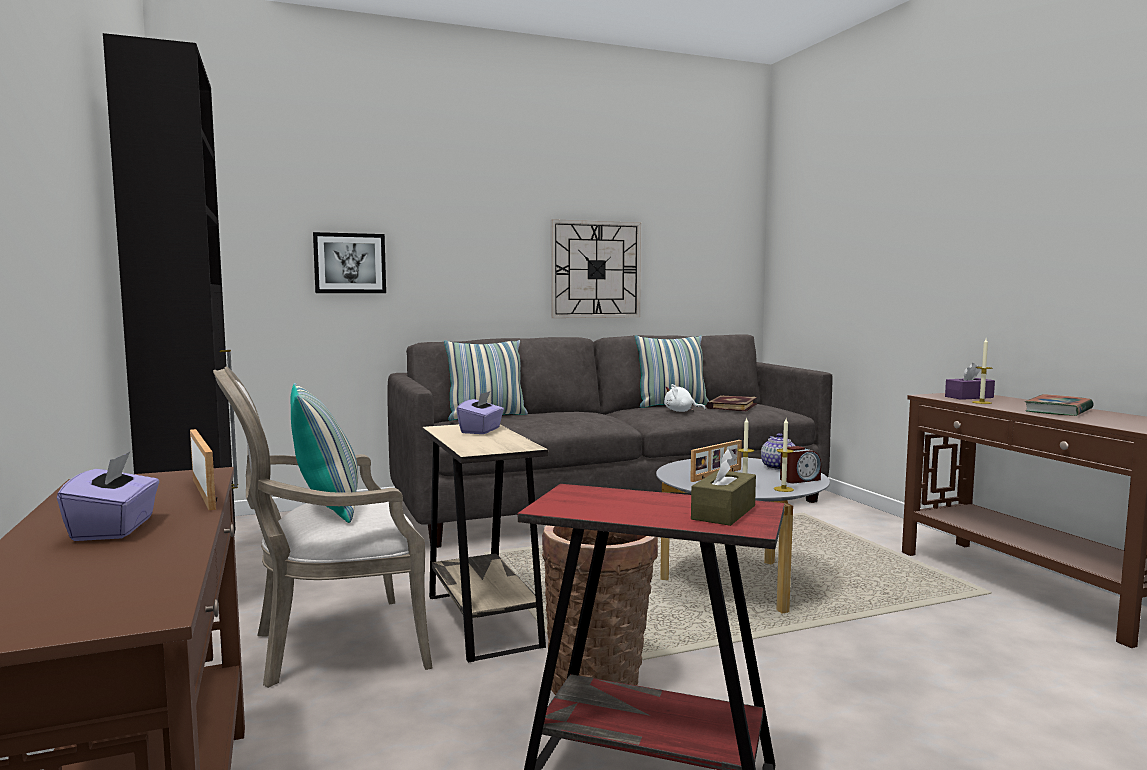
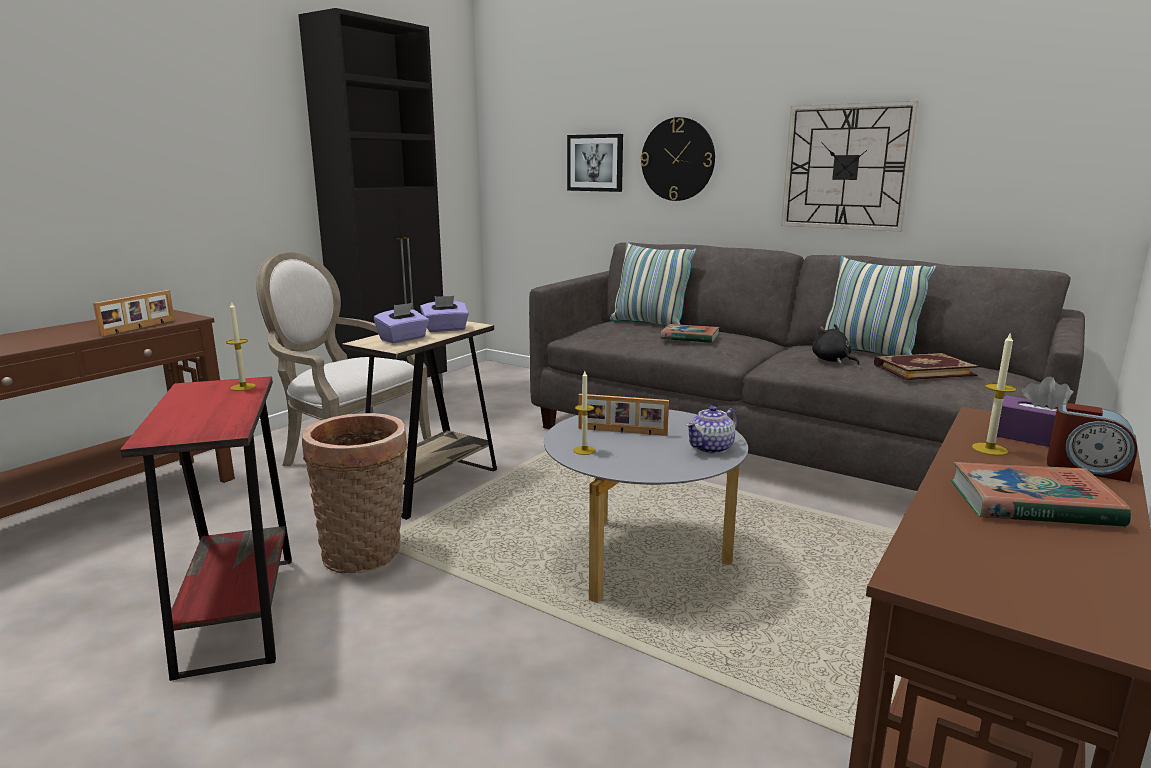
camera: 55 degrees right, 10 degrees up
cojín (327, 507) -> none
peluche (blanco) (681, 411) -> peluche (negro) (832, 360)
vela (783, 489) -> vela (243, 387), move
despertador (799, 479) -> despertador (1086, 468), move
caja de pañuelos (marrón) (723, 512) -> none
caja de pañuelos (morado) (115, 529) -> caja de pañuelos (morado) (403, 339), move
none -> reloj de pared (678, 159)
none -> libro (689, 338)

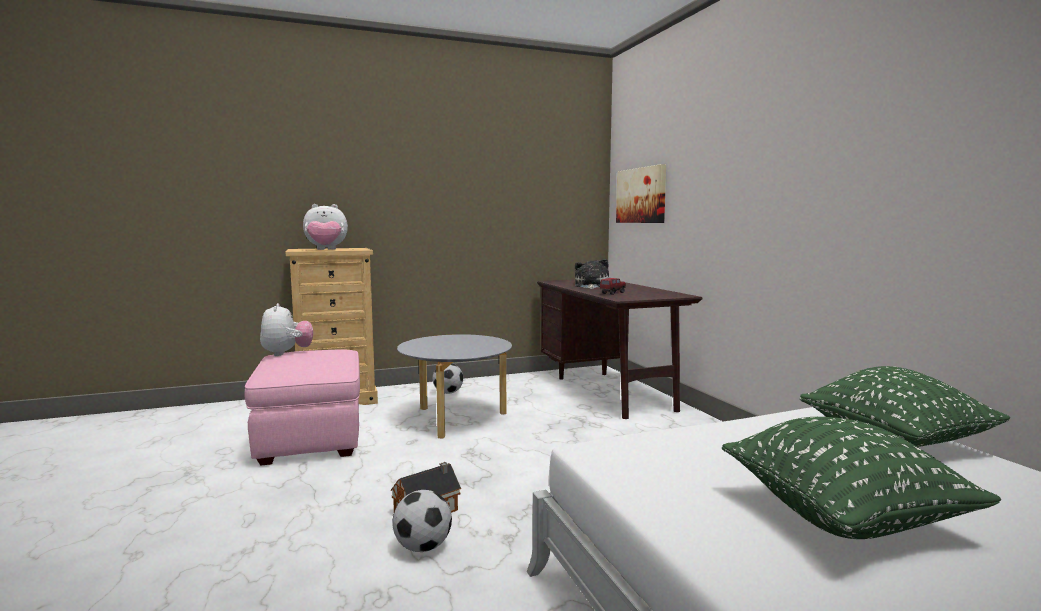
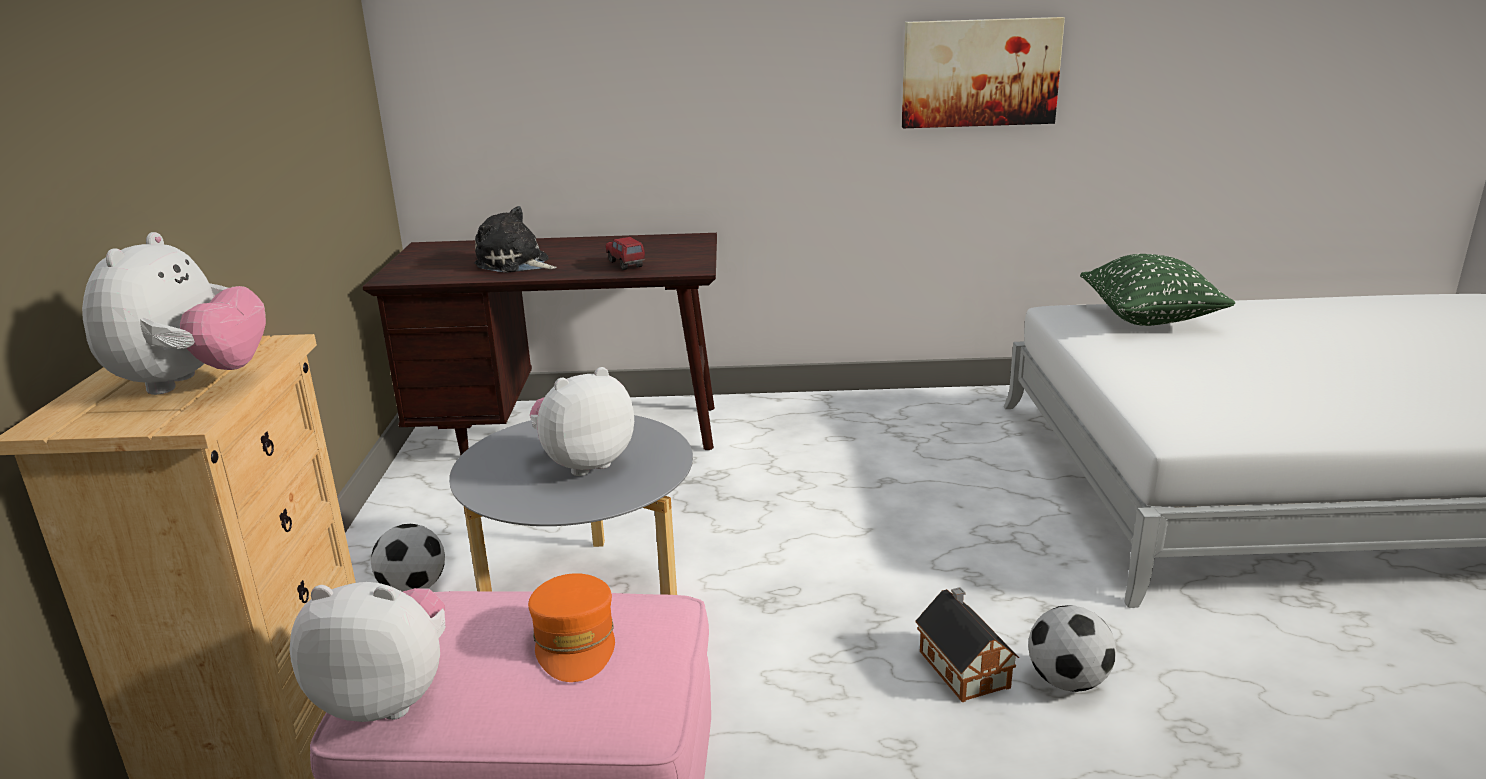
camera: 70 degrees left, 15 degrees up
cuadro (641, 195) -> cuadro (980, 73), move
cojín (verde) (842, 517) -> none
none -> peluche (584, 463)
none -> gorra (naranja) (575, 641)

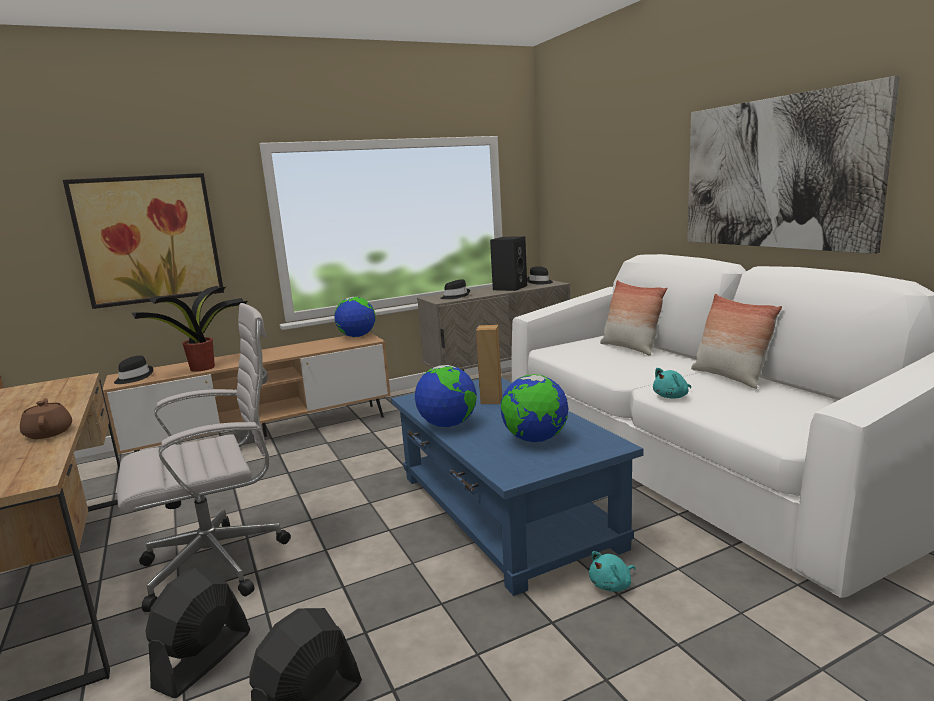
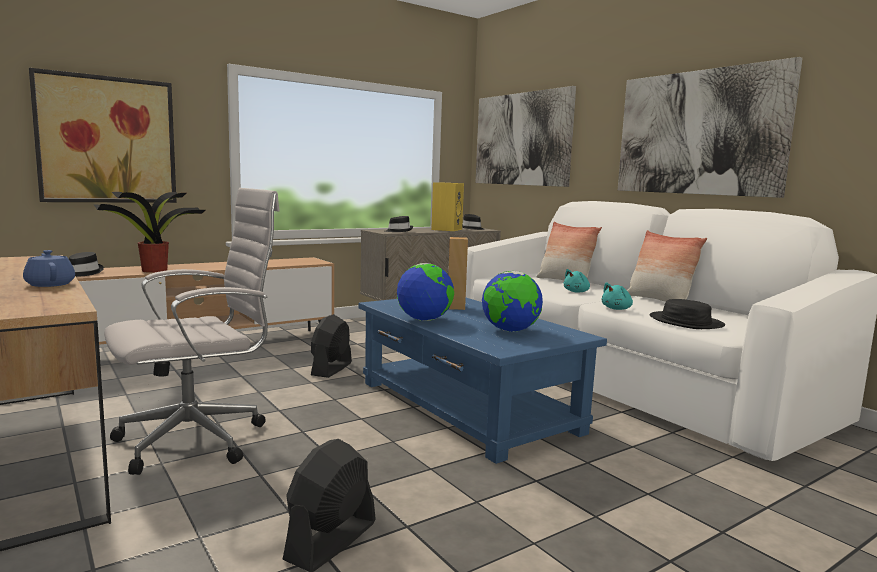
camera: 10 degrees left, 5 degrees down
altavoz (negro) (509, 287) -> altavoz (amarillo) (446, 229)
globo terráqueo (357, 336) -> none
tetera (marrón) (49, 433) -> tetera (azul) (50, 284)
peluche (turquesa) (612, 585) -> peluche (turquesa) (577, 292), move
ventilador (negro) (203, 659) -> ventilador (negro) (331, 369), move
none -> cuadro (522, 139)
none -> sombrero (negro) (685, 322)

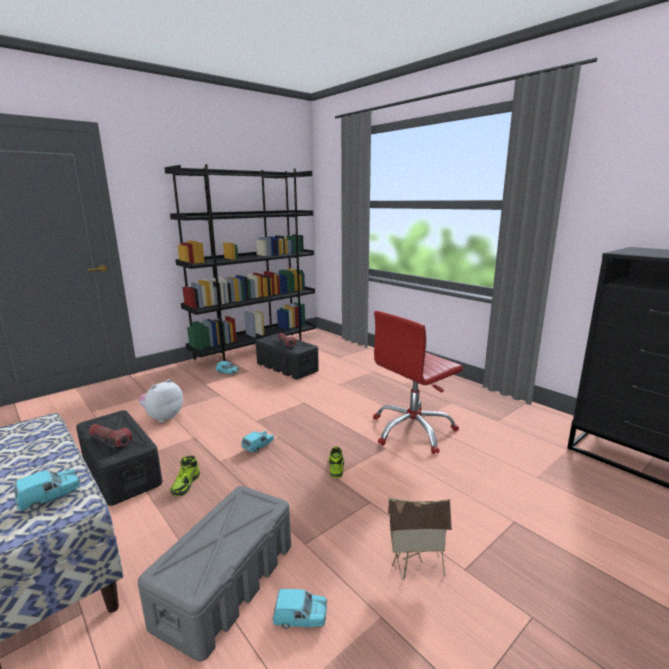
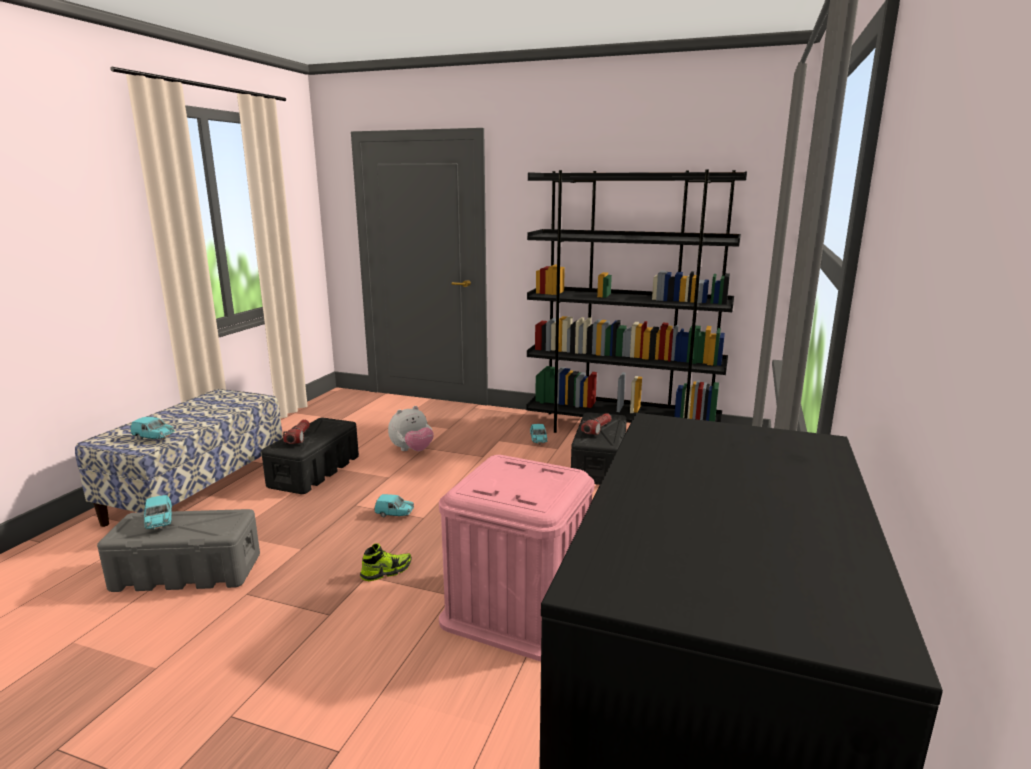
camera: 60 degrees right, 0 degrees up
silla de oficina (rojo) (413, 430) -> caja de almacenaje (rosa) (518, 606)
peluche (163, 417) -> peluche (412, 450), 135 degrees clockwise
zapato (185, 484) -> none
casita (416, 569) -> none
coche de juguete (turquesa) (300, 618) -> coche de juguete (turquesa) (159, 522), move

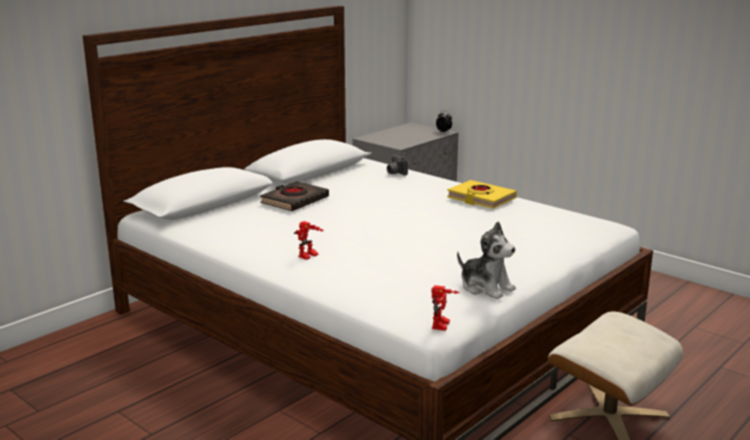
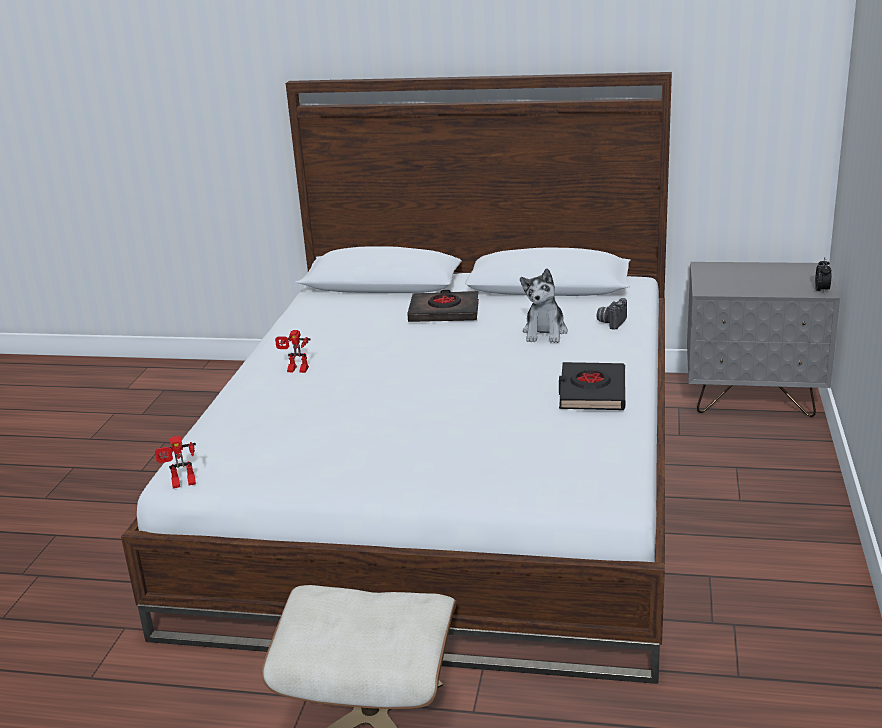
camera: 60 degrees right, 5 degrees up
libro (amarillo) (481, 199) -> libro (negro) (592, 392)
peluche (486, 287) -> peluche (545, 332), move

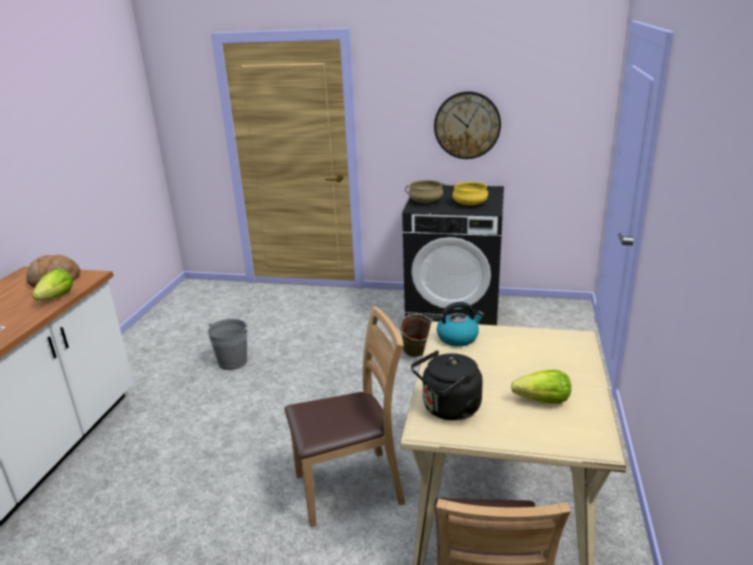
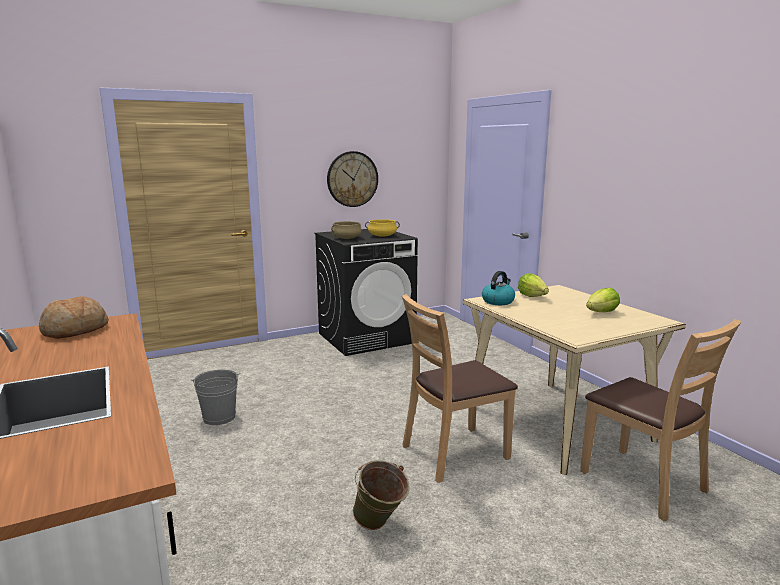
camera: 40 degrees left, 10 degrees down
lechuga (57, 297) -> lechuga (532, 296), move
silla (marrón) (350, 487) -> silla (marrón) (454, 453), 150 degrees counterclockwise
cubo (verde) (416, 356) -> cubo (verde) (380, 526), move
hervidor (negro) (448, 409) -> none

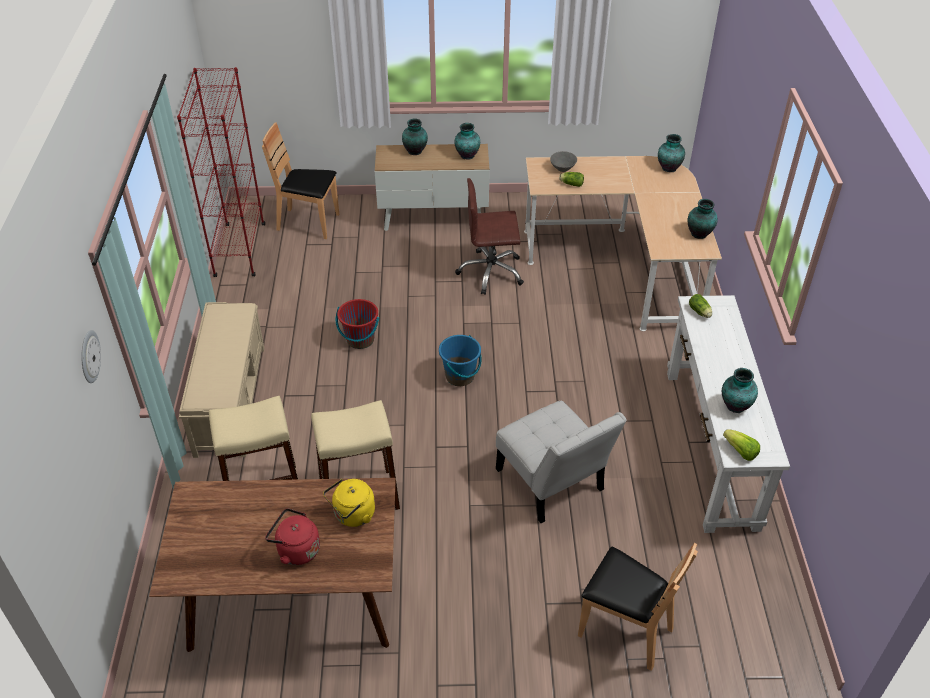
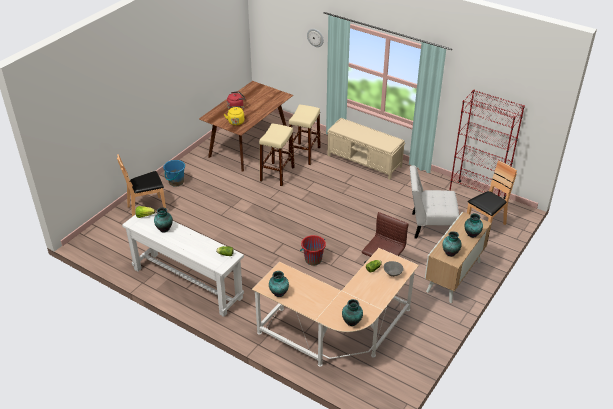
camera: 125 degrees right, 5 degrees down
cubo (rojo) (360, 340) -> cubo (rojo) (313, 259), move
cubo (azul) (460, 376) -> cubo (azul) (176, 182), move
silla (blanco) (552, 484) -> silla (blanco) (429, 226), move

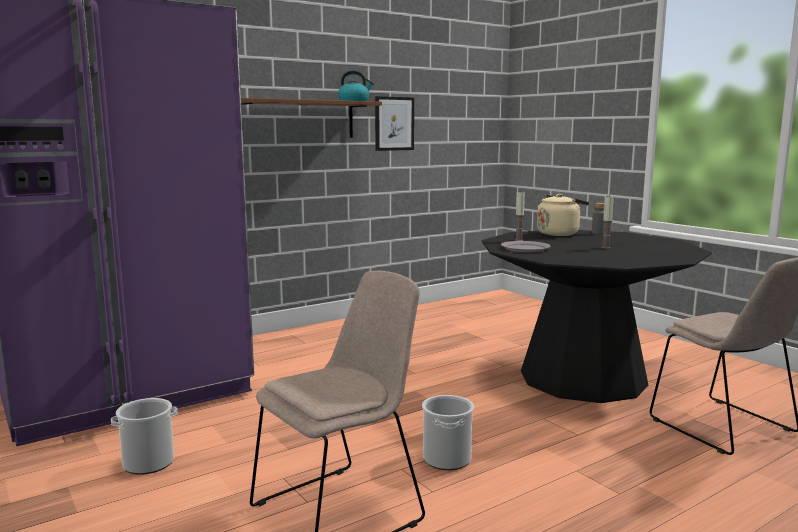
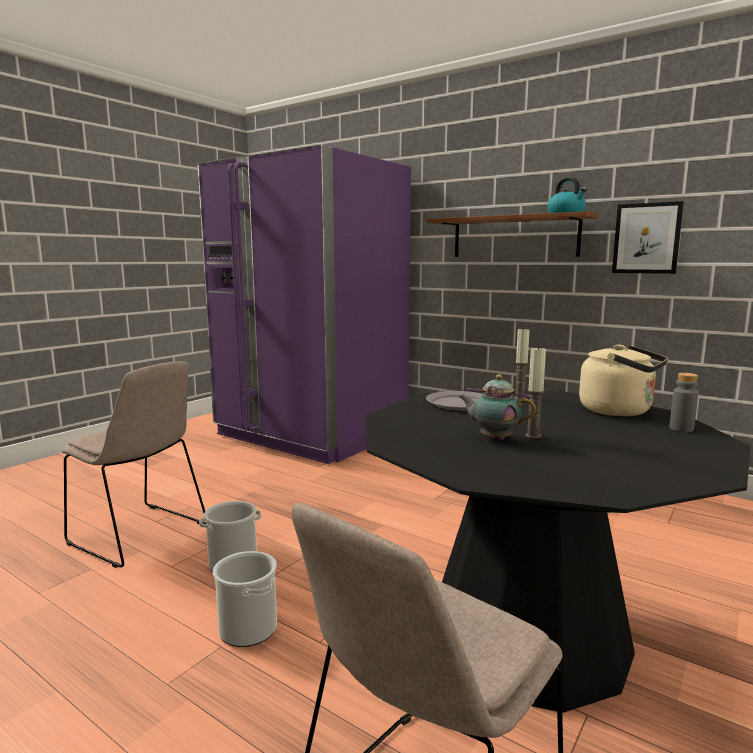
camera: 70 degrees right, 0 degrees up
cubo (148, 463) -> cubo (248, 629), move
none -> tetera (493, 438)

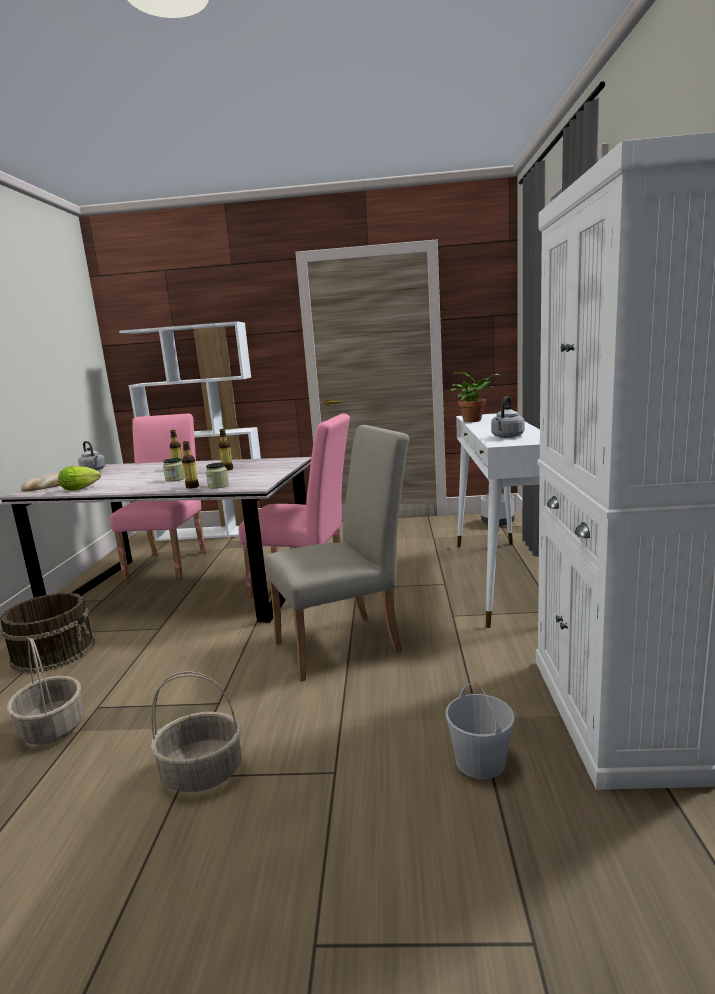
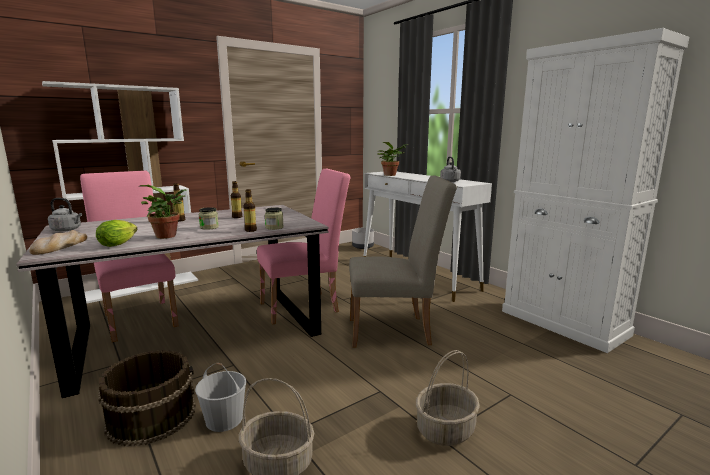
camera: 40 degrees left, 0 degrees up
silla (beis) (346, 643) -> silla (beis) (396, 331), 60 degrees clockwise
cubo (blanco) (481, 761) -> cubo (blanco) (225, 419), move
none -> planta en maceta (169, 236)

